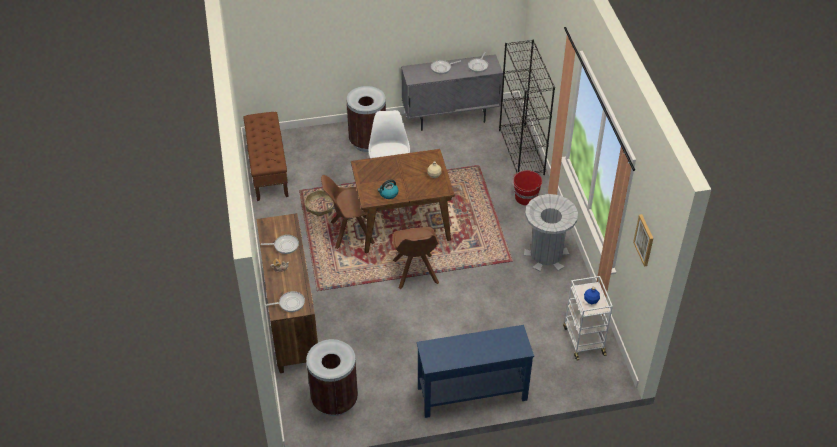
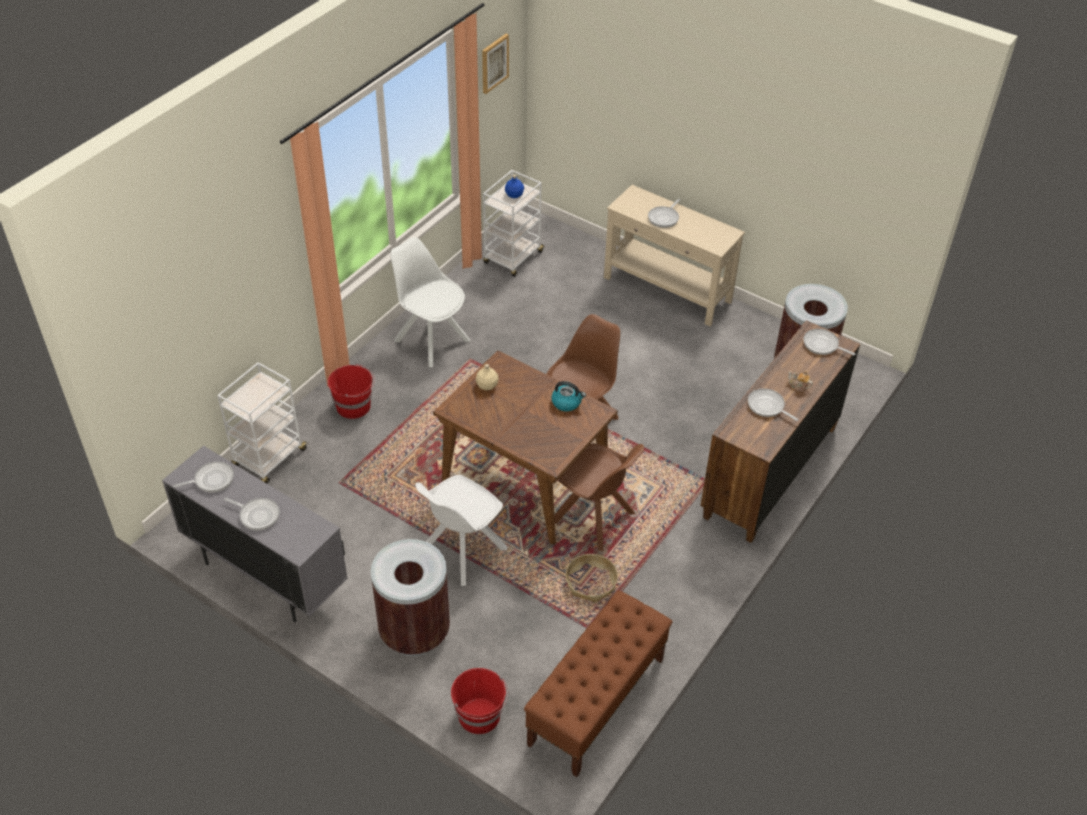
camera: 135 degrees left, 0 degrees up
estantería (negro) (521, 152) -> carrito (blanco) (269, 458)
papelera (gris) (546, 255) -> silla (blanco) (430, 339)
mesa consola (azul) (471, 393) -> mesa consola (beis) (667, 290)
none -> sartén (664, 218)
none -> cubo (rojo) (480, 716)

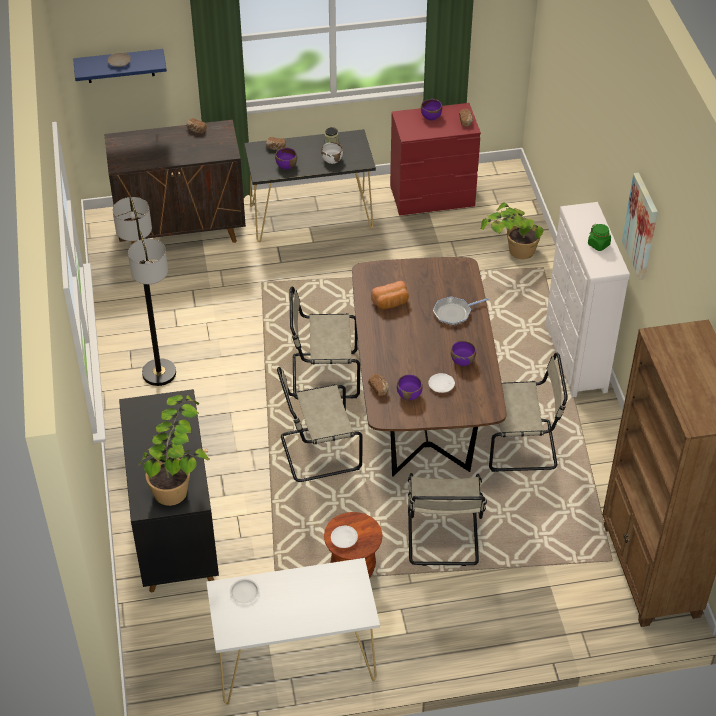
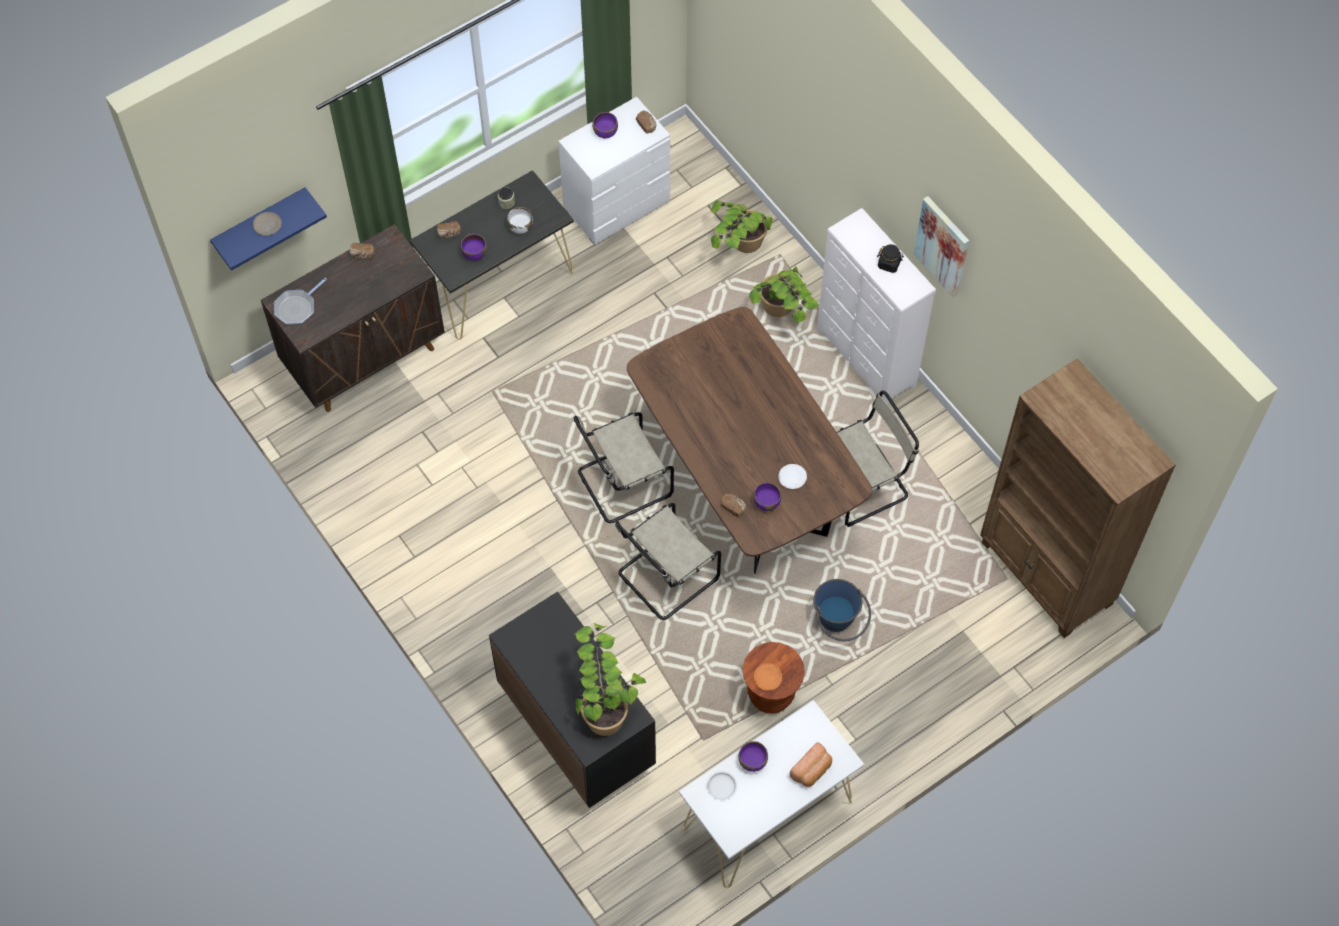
camera: 25 degrees left, 15 degrees up
cómoda (rojo) (432, 197) -> cómoda (blanco) (617, 205)
lámpara de pie (159, 373) -> none
tarro (verde) (598, 244) -> tarro (negro) (889, 264)
pan (391, 303) -> pan (812, 770), move
sartén (454, 313) -> sartén (297, 308), move
cuenco (morado) (462, 360) -> cuenco (morado) (752, 761), move
silla (beis) (443, 539) -> cubo (azul) (838, 623)
plato (blanco) (344, 539) -> plato (naranja) (768, 678)
none -> planta en maceta (782, 318)

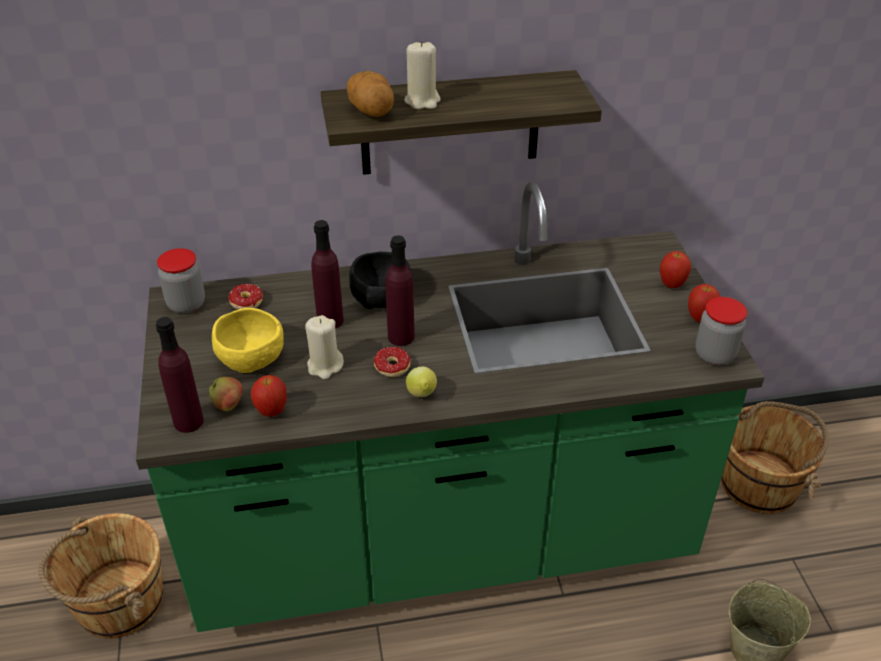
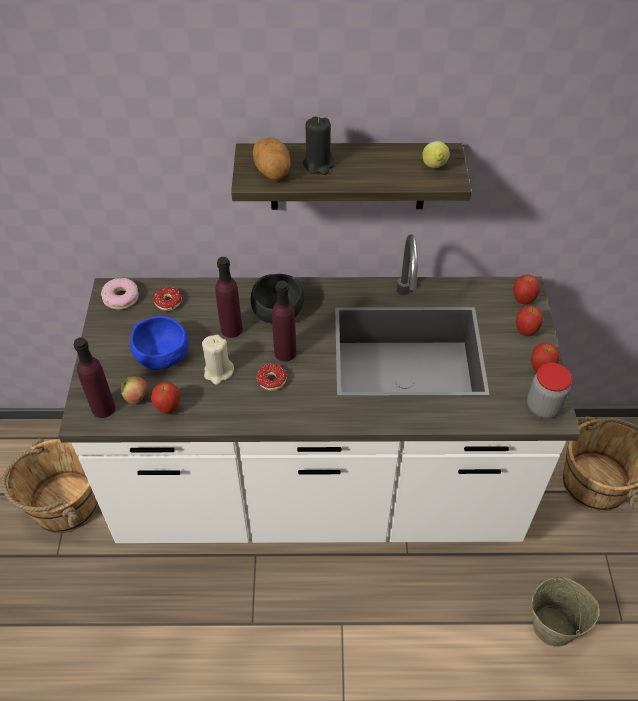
camera: 10 degrees right, 10 degrees up
vela (beis) (422, 101) -> vela (negro) (318, 164)
mueble bajo de cocina (verde) (440, 539) -> mueble bajo de cocina (blanco) (319, 491)
tarro (186, 304) -> rosquilla (121, 298)
cuenco (amarillo) (252, 356) -> cuenco (azul) (163, 355)
limón (422, 395) -> limón (434, 167), move
none -> manzana (523, 300)

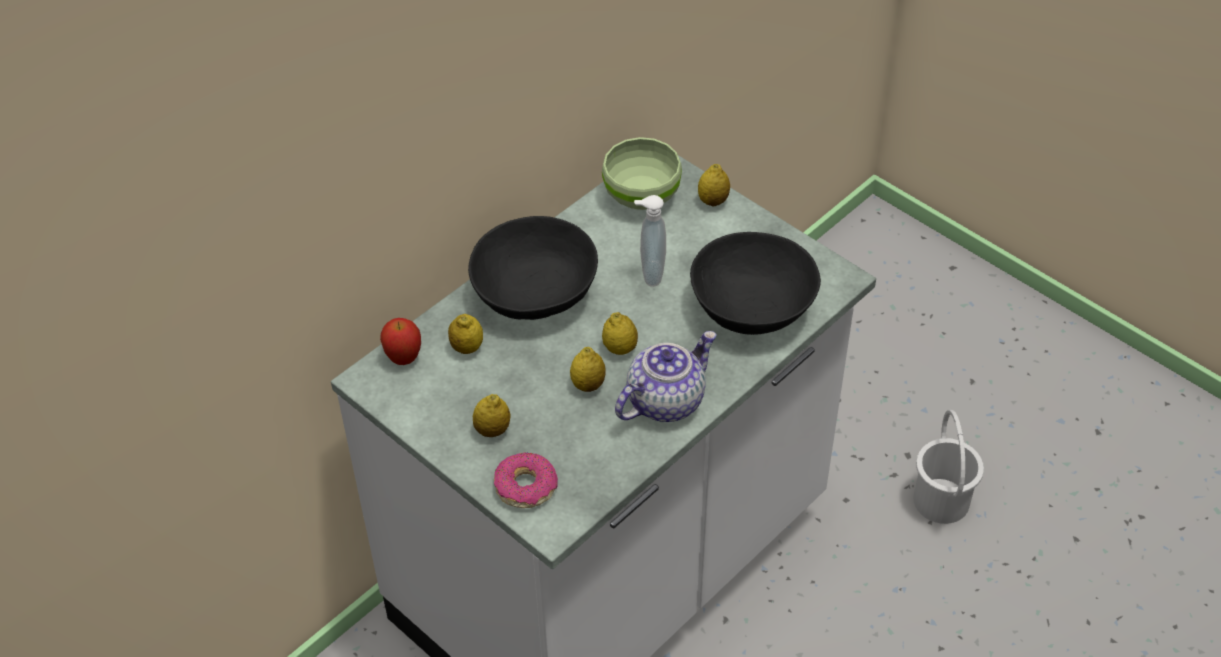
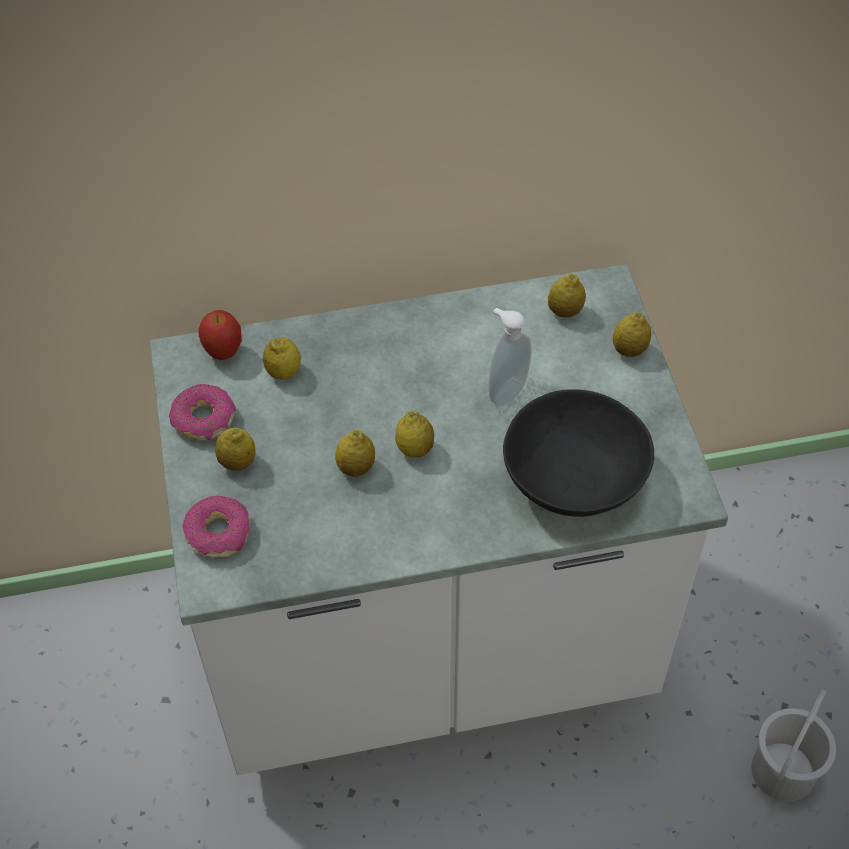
camera: 35 degrees right, 5 degrees up
cuenco (verde) (643, 197) -> limón (565, 311)
cuenco (negro) (535, 292) -> none
tetera (665, 400) -> none
none -> rosquilla (204, 420)

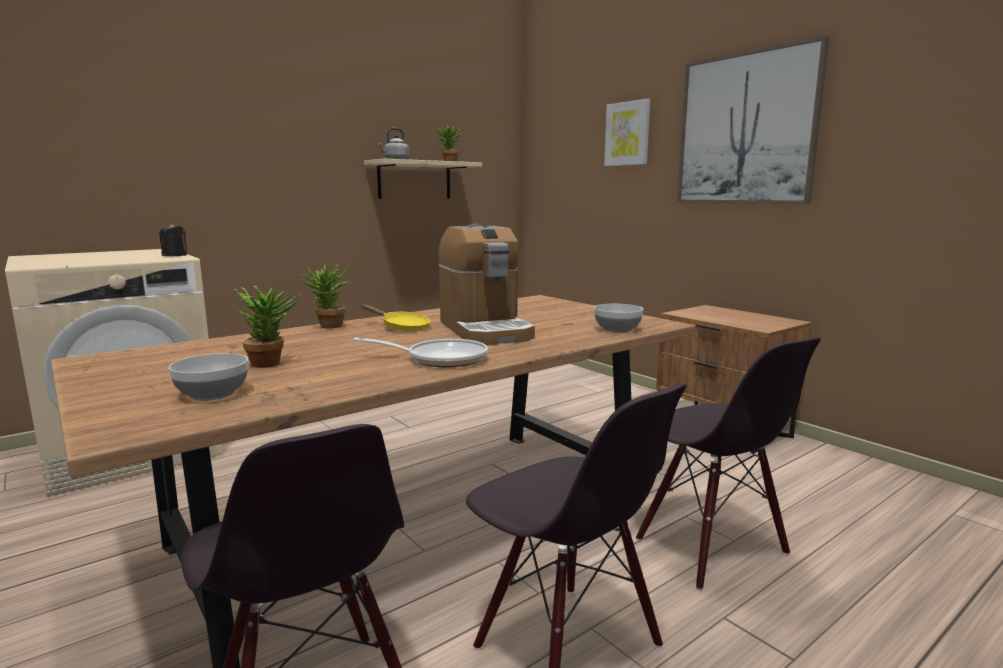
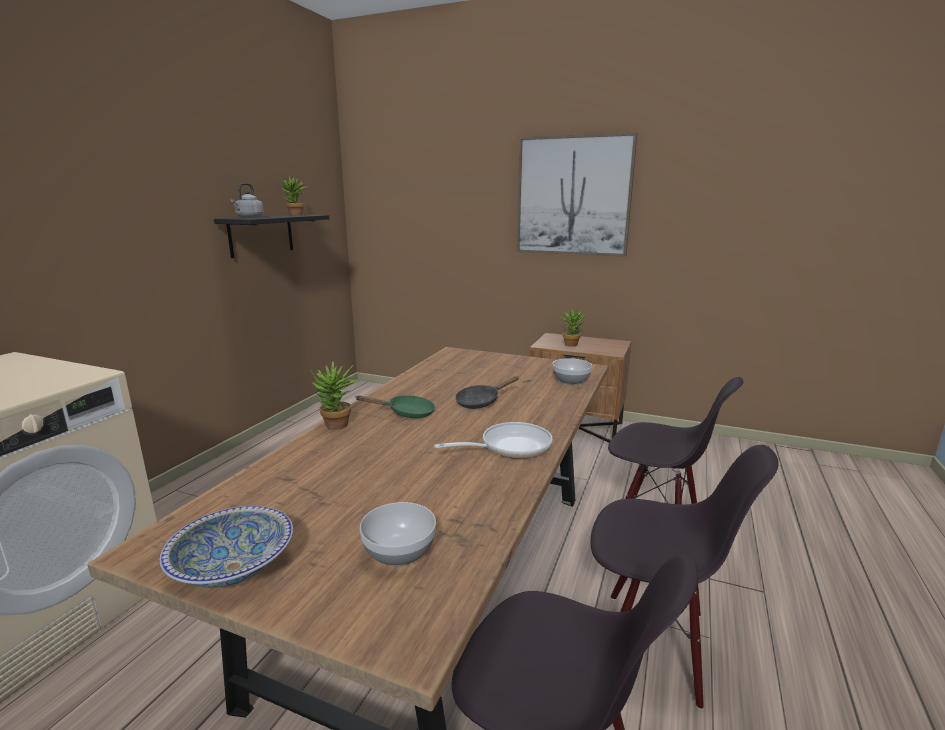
camera: 30 degrees left, 5 degrees up
cuadro (627, 133) -> none
estante (beis) (414, 180) -> estante (negro) (261, 235)
vela (negro) (175, 256) -> none
cafetera (485, 330) -> sartén (negro) (481, 401)
planta en maceta (272, 363) -> planta en maceta (572, 344), move
sartén (amarillo) (401, 327) -> sartén (verde) (406, 413)
none -> cuenco (233, 567)

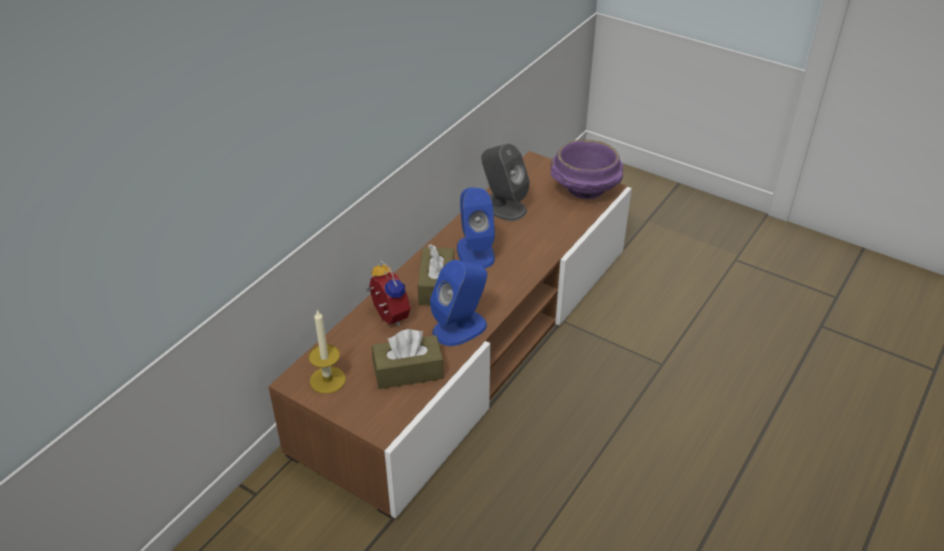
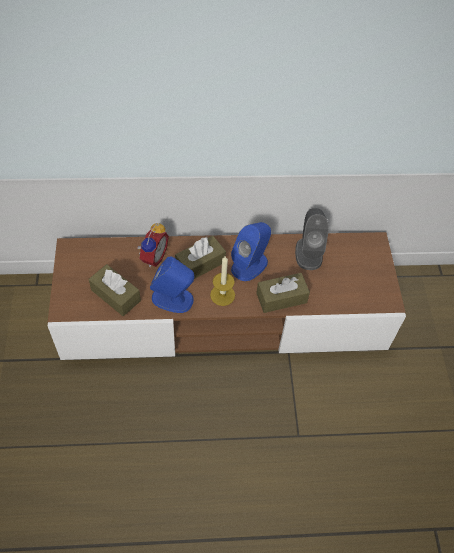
camera: 50 degrees right, 15 degrees up
cuenco (morado) (584, 190) -> none
vela (327, 380) -> vela (222, 295), move
none -> caja de pañuelos (marrón) (281, 298)

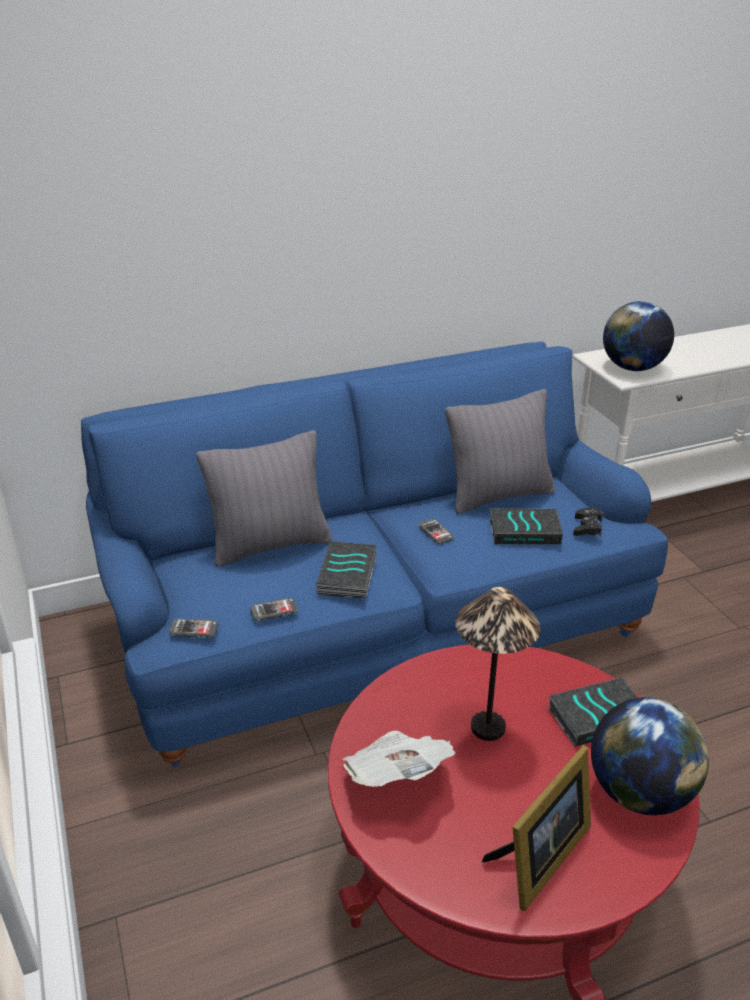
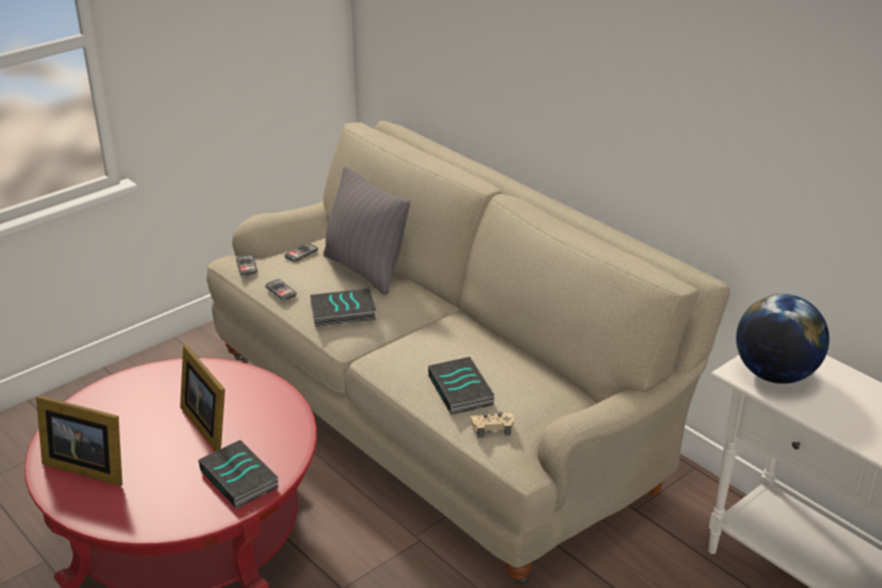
camera: 70 degrees right, 0 degrees up
sofá (azul) (375, 626) -> sofá (beis) (442, 415)
cojín (gris) (498, 495) -> none
mando de consola (negro) (587, 527) -> mando de consola (beis) (492, 428)
móvil (436, 533) -> móvil (301, 253), move
lámpara de mesa (488, 727) -> portarretratos (209, 424)
globo terráqueo (640, 793) -> none
periódico (396, 776) -> none

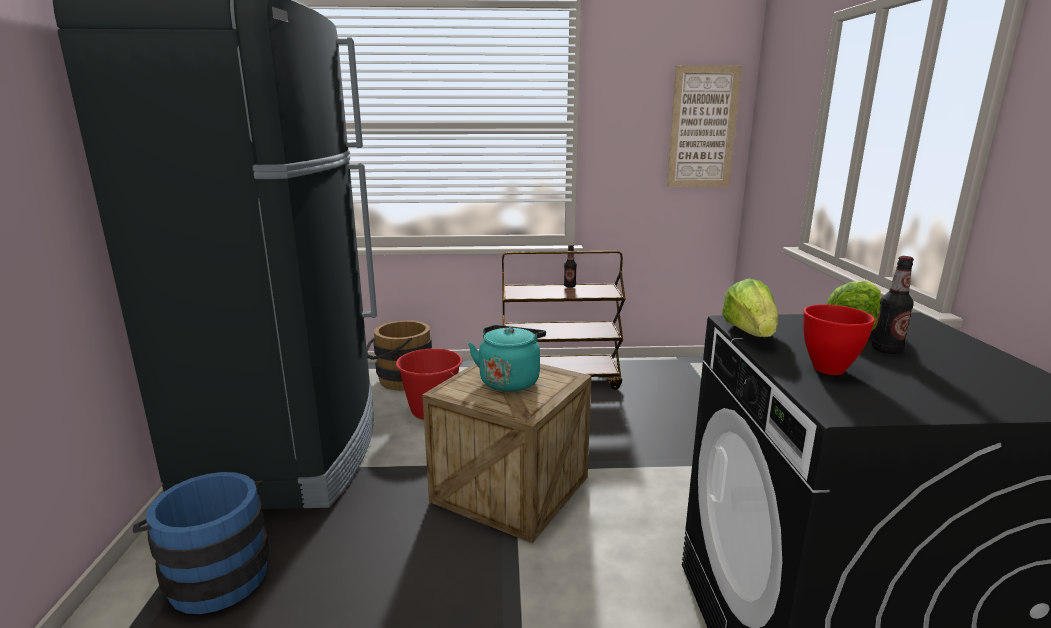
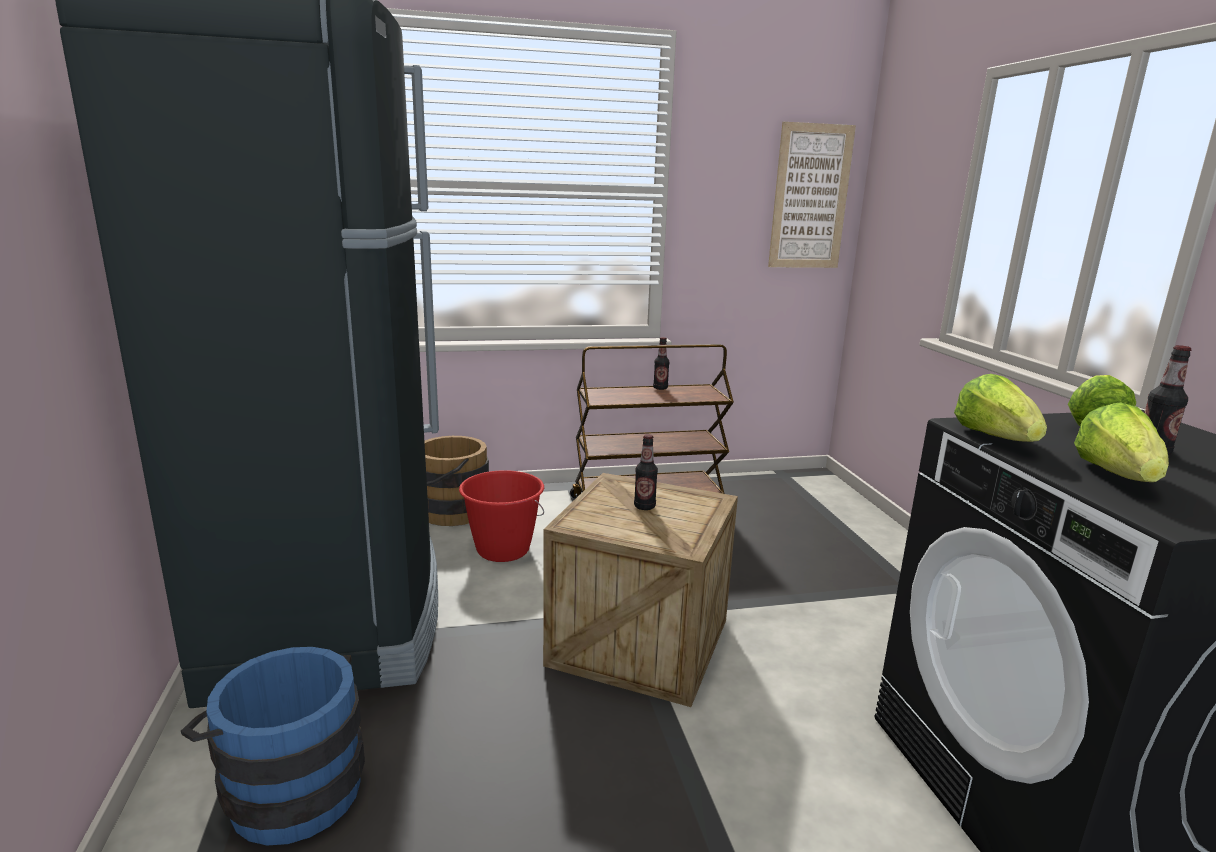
camera: 10 degrees left, 0 degrees up
cuenco (rojo) (830, 369) -> lechuga (1116, 476)
hervidor (turquesa) (510, 380) -> botella (644, 506)

